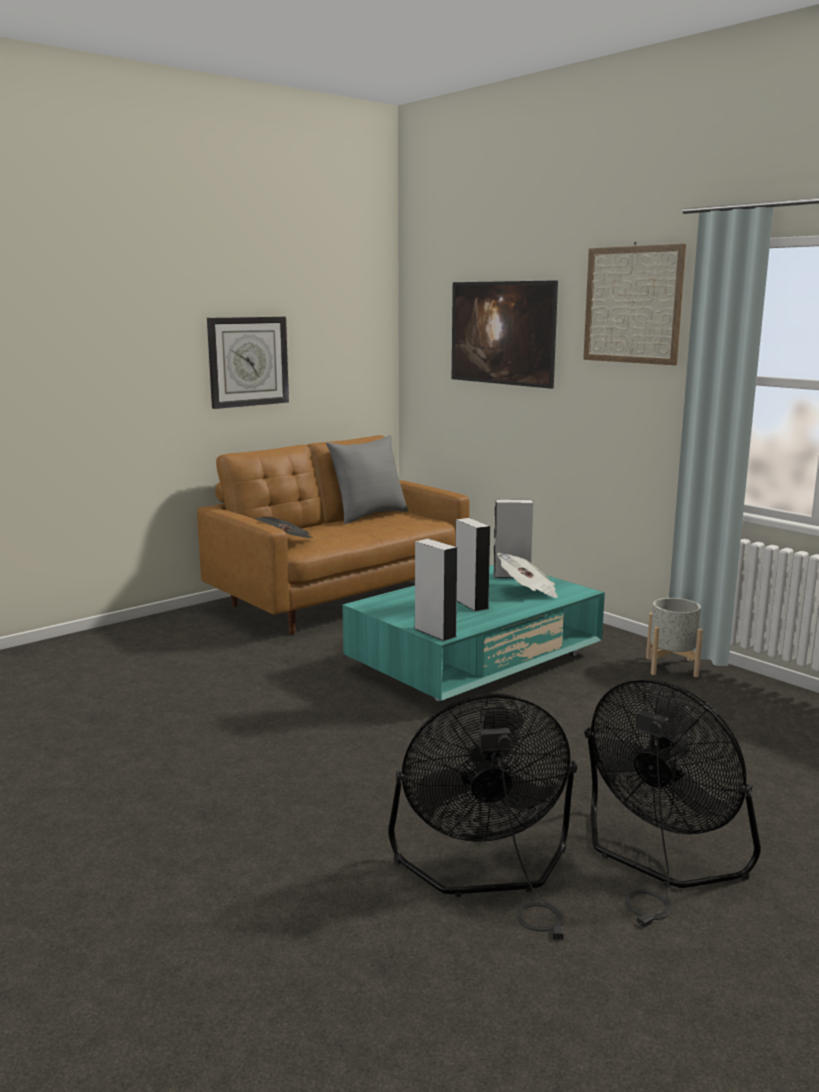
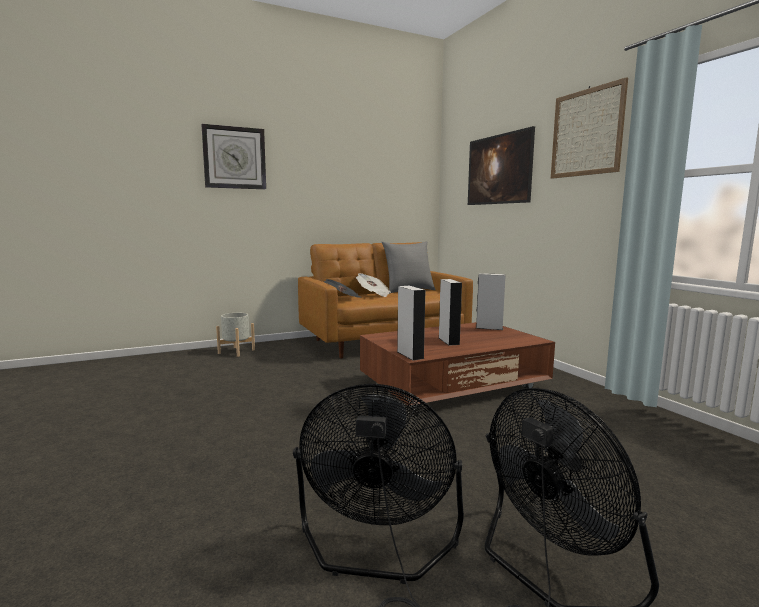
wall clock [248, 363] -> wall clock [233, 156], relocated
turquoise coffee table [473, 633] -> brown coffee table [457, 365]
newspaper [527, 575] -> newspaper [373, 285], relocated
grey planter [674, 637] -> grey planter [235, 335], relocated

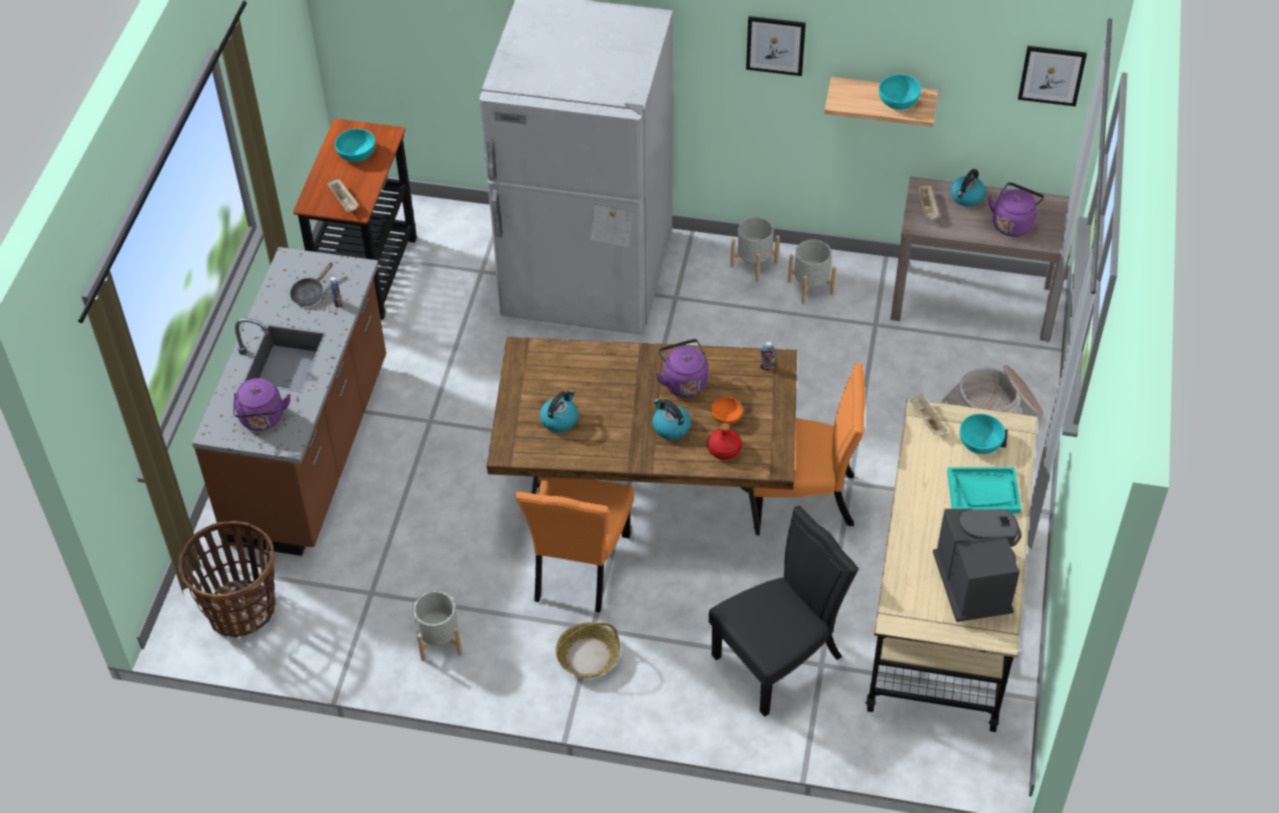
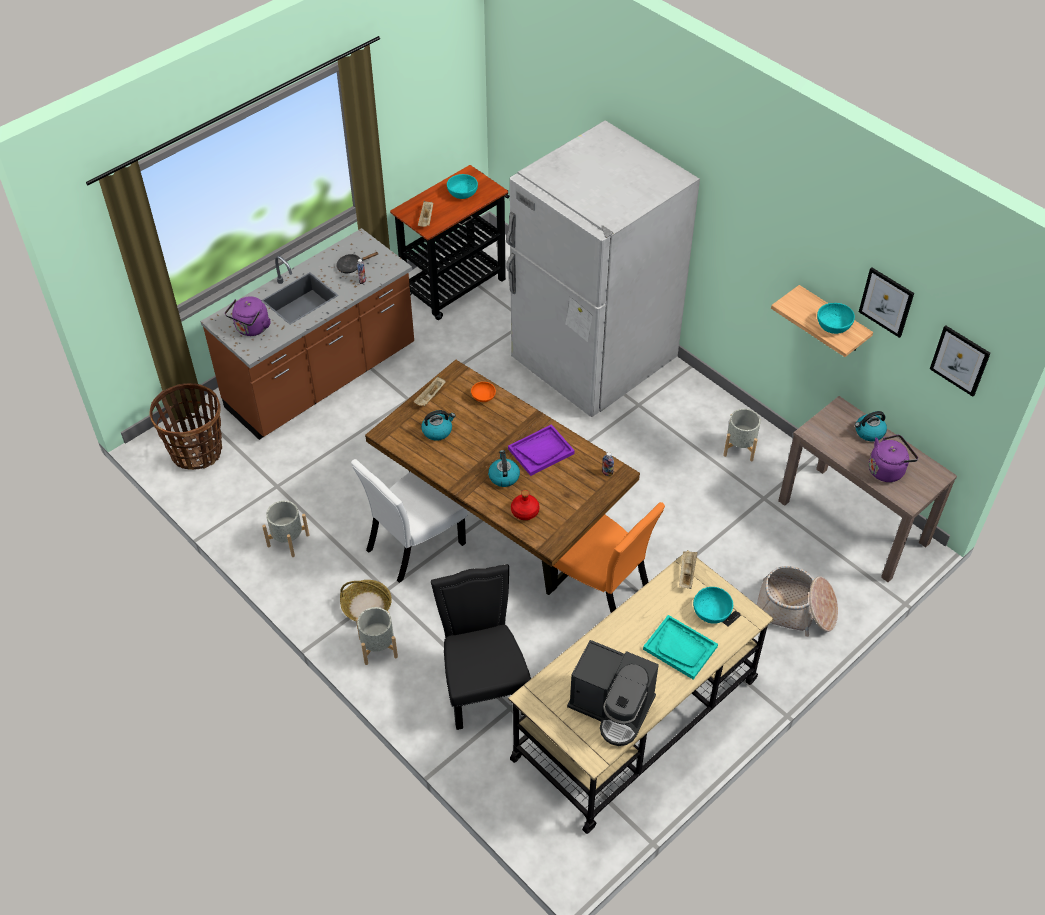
orange chair [574, 545] -> white chair [409, 521]
purple kettle [681, 368] -> purple tray [541, 450]
black chair [784, 611] -> black chair [481, 647], 105 degrees counterclockwise
orange bowl [727, 410] -> orange bowl [483, 392], relocated
grey planter [755, 249] -> grey planter [377, 636], relocated
picture [776, 46] -> picture [886, 302], relocated
beige tray [928, 202] -> beige tray [430, 391], relocated
coffee machine [977, 565] -> coffee machine [613, 693], 90 degrees clockwise

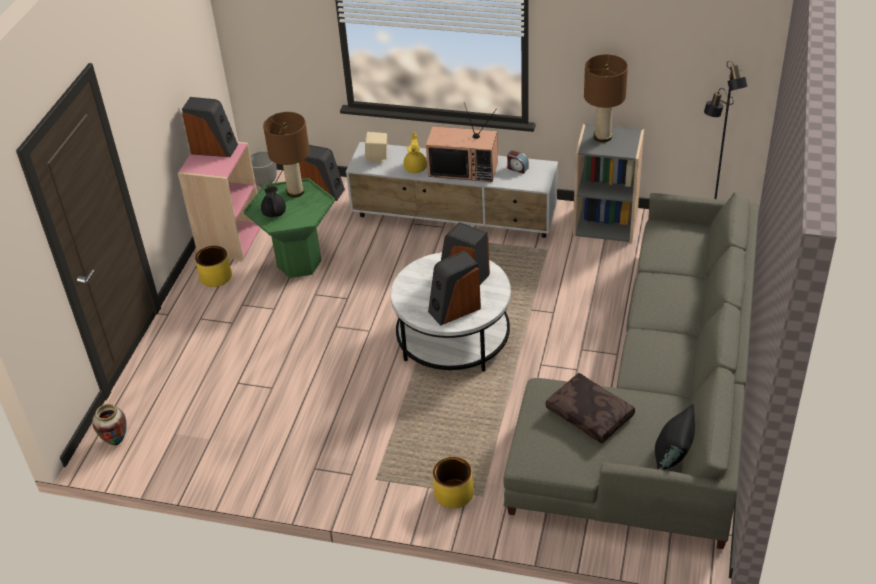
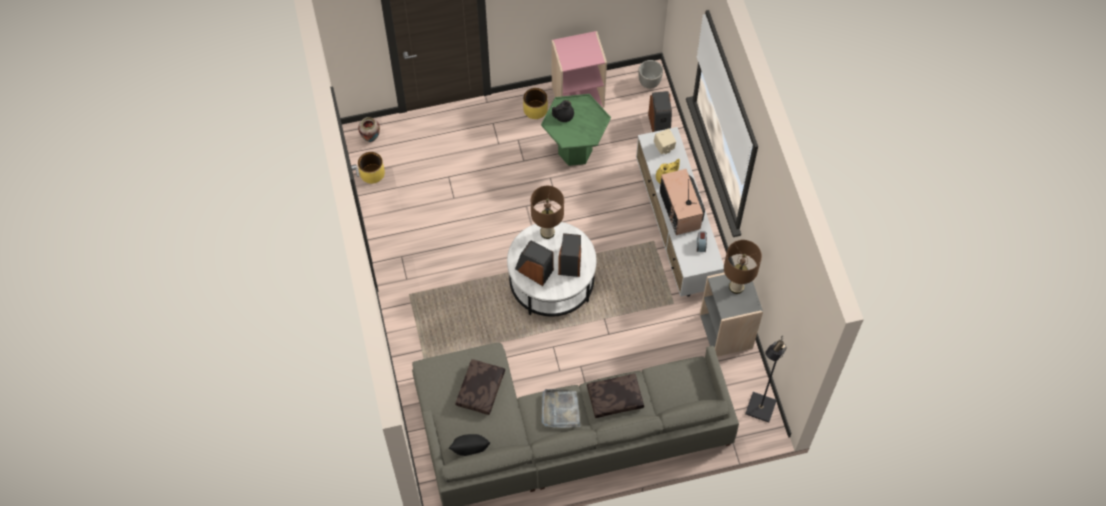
speaker [210, 127] -> none
brown table lamp [286, 155] -> brown table lamp [547, 212], relocated
yellow planter [453, 483] -> yellow planter [371, 168], relocated
none -> grey tray [561, 408]
none -> brown pillow [615, 395]

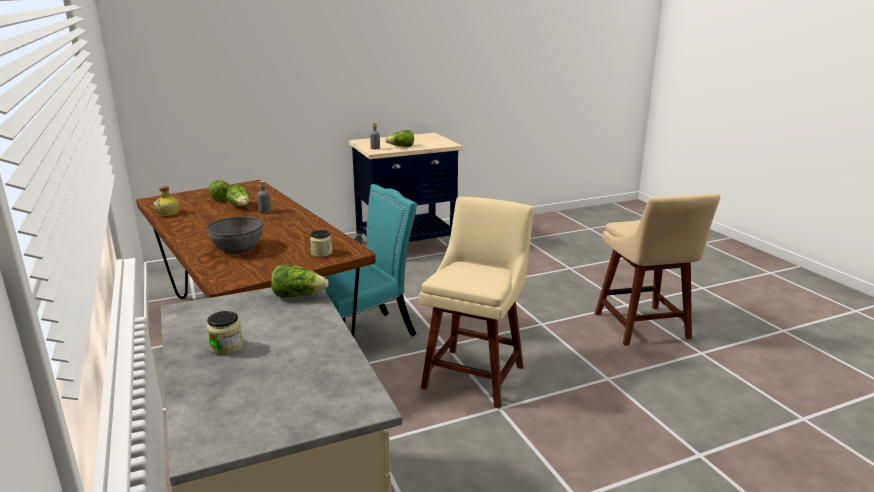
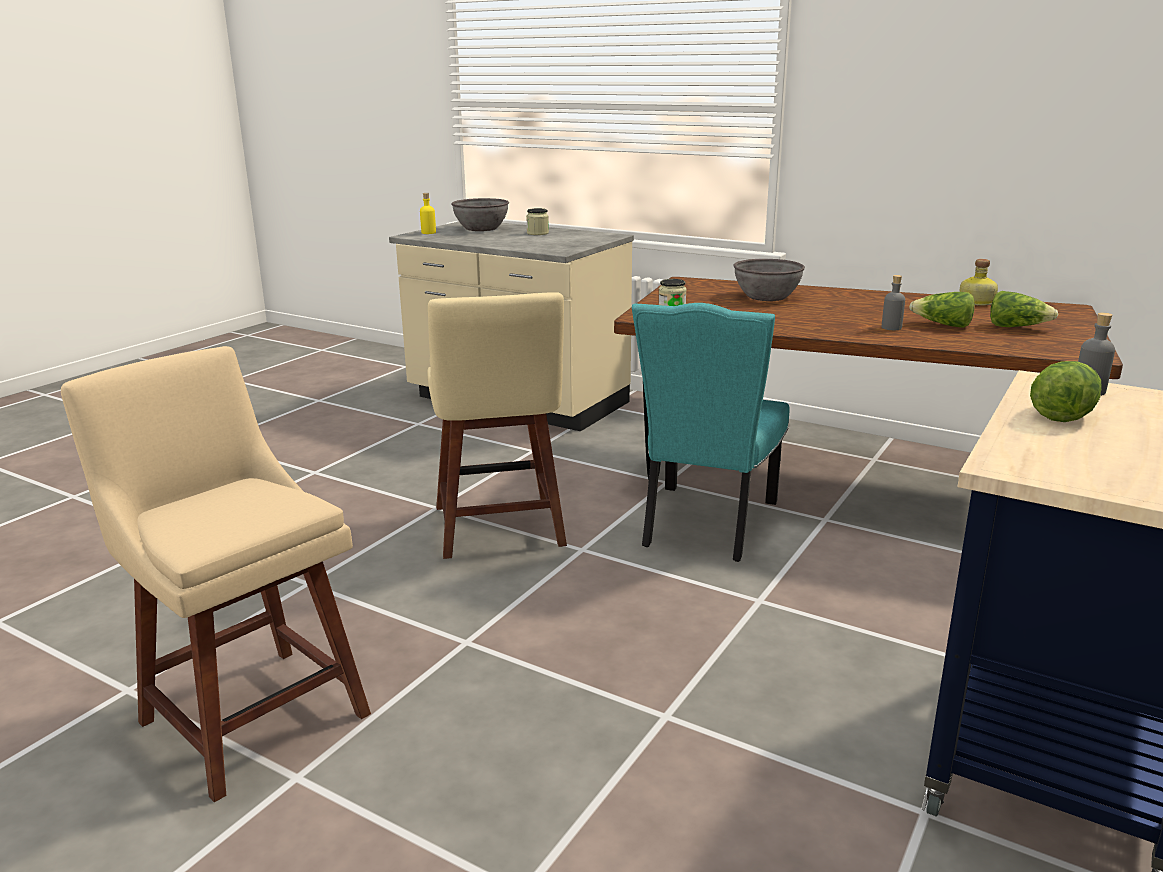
lettuce [300, 281] -> none
none -> yellow bottle [428, 213]
none -> grey bowl [480, 214]

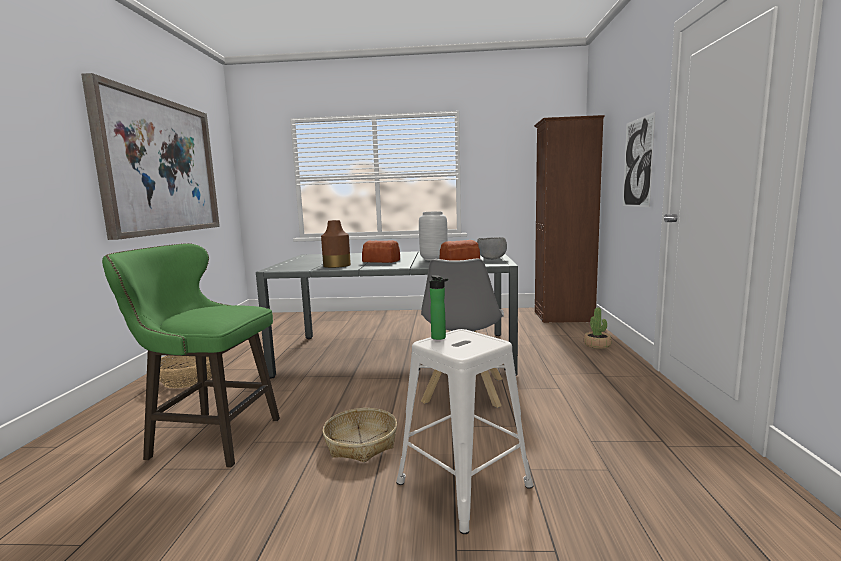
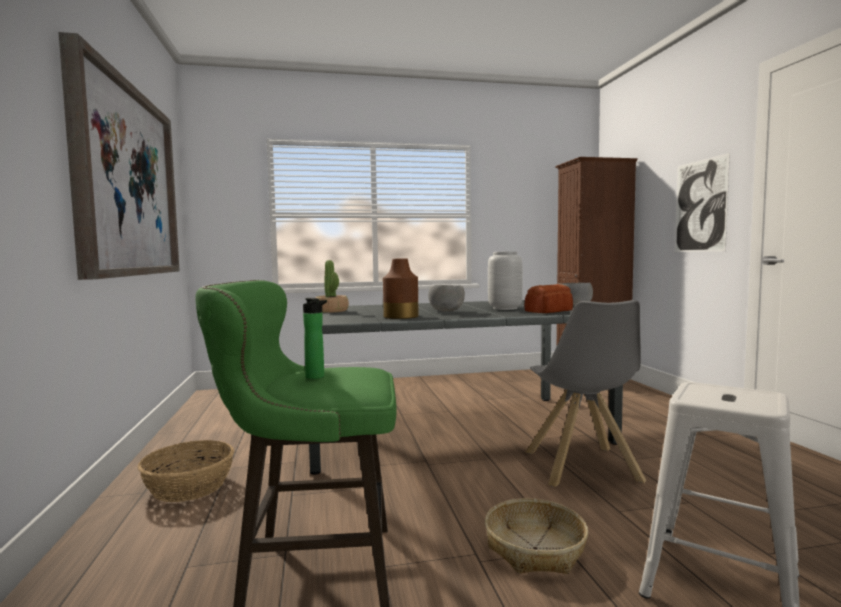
bread [381, 251] -> grey bowl [446, 298]
bottle [439, 307] -> bottle [315, 338], relocated
potted plant [598, 328] -> potted plant [332, 286], relocated

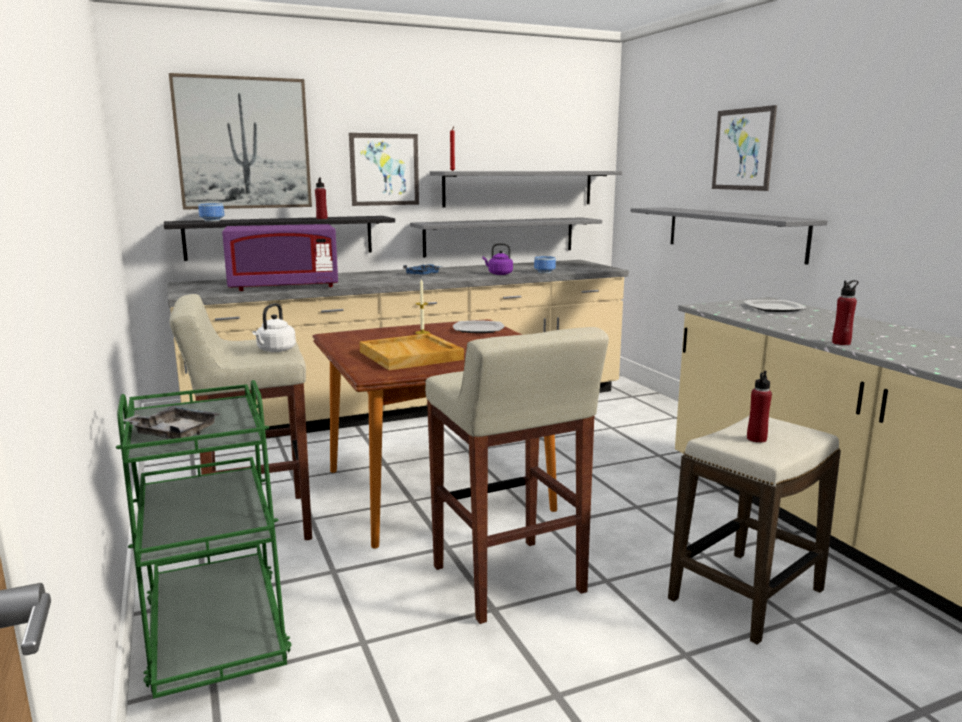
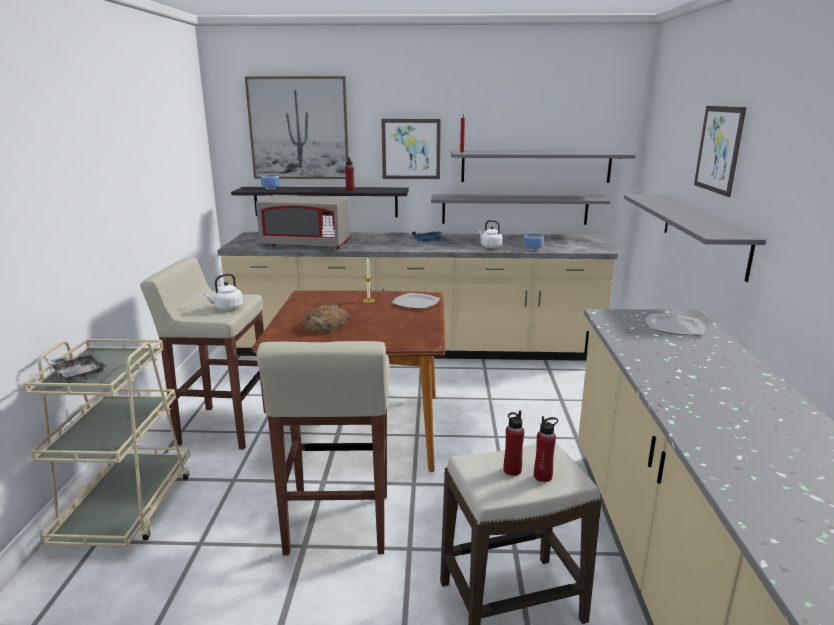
green cart [204, 539] -> beige cart [106, 443]
purple microwave [280, 257] -> grey microwave [303, 222]
beige tray [411, 351] -> bread [325, 318]
purple kettle [497, 259] -> white kettle [490, 234]
red bottle [845, 312] -> red bottle [546, 449], relocated

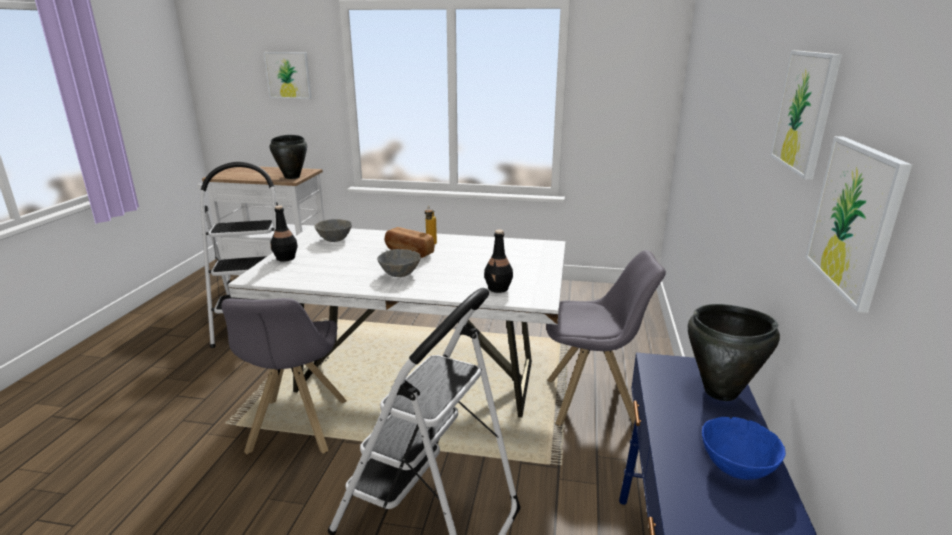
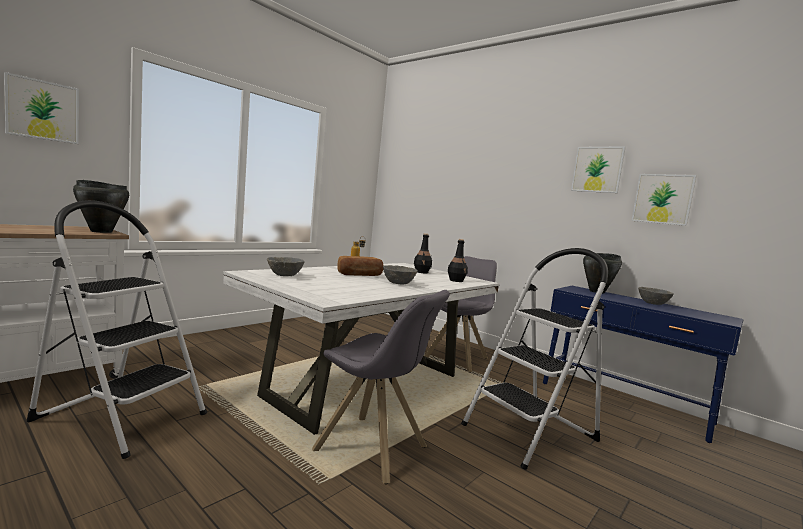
black bottle [284, 233] -> black bottle [423, 253], relocated
blue bowl [744, 448] -> grey bowl [656, 296]

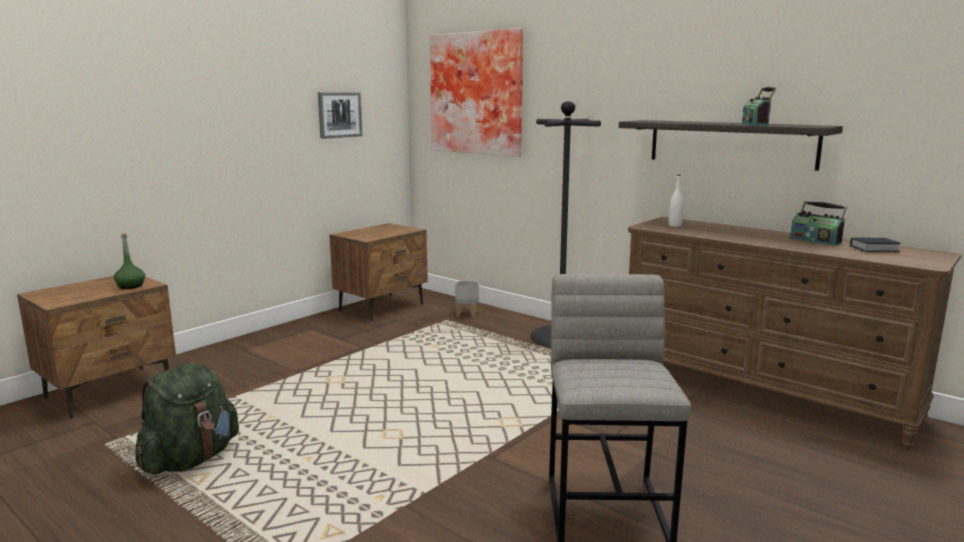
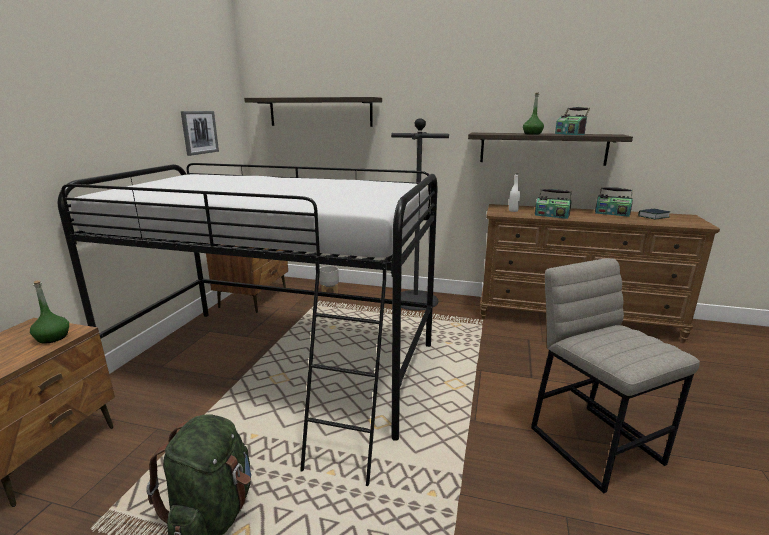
picture [476, 92] -> shelf [313, 112]
none -> black bed [247, 324]
none -> green bottle [533, 114]
none -> radio [553, 204]

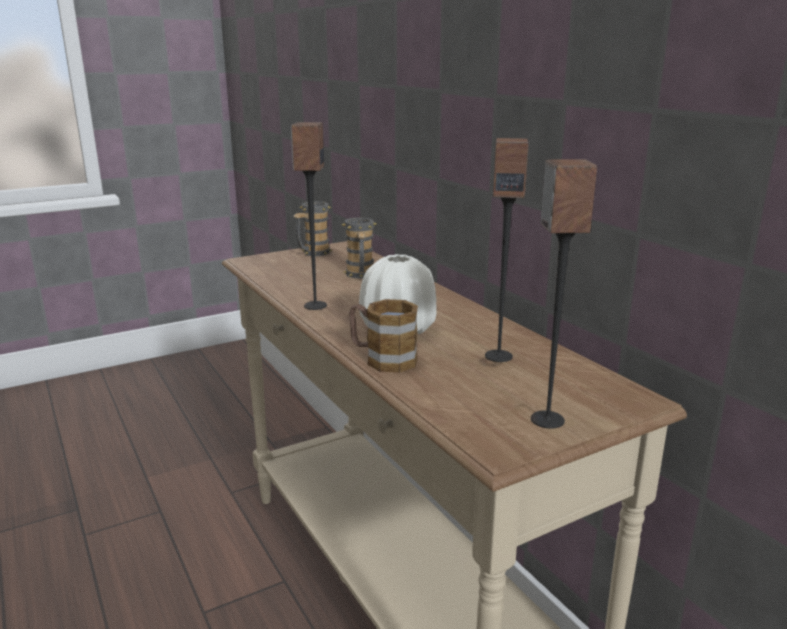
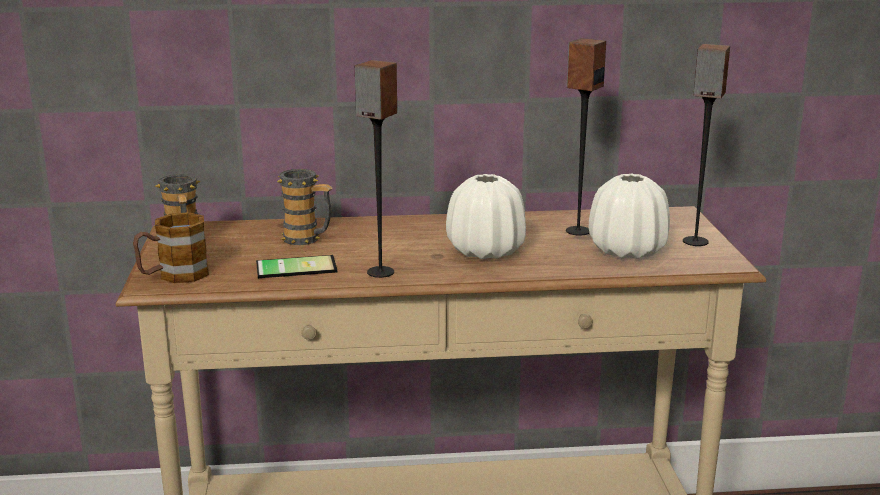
mug [383, 336] -> mug [171, 247], relocated
none -> phone [296, 266]
none -> white vase [629, 216]

